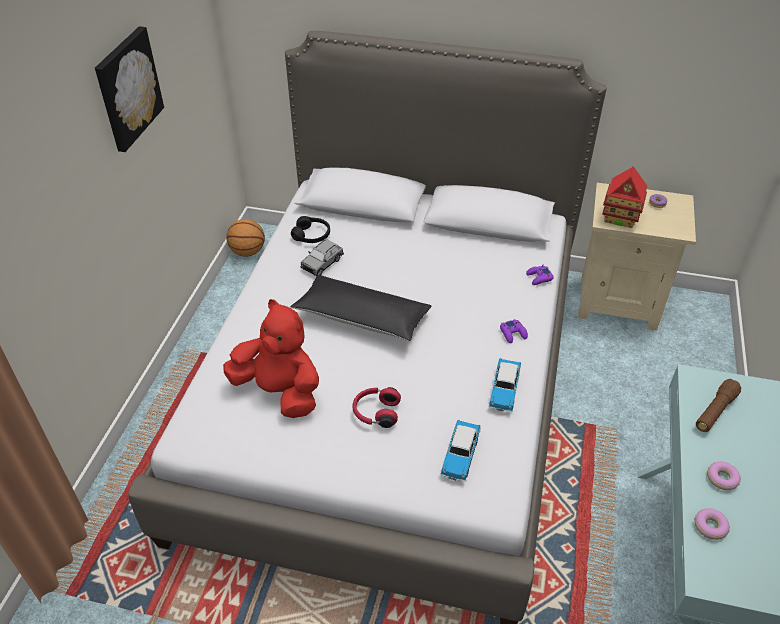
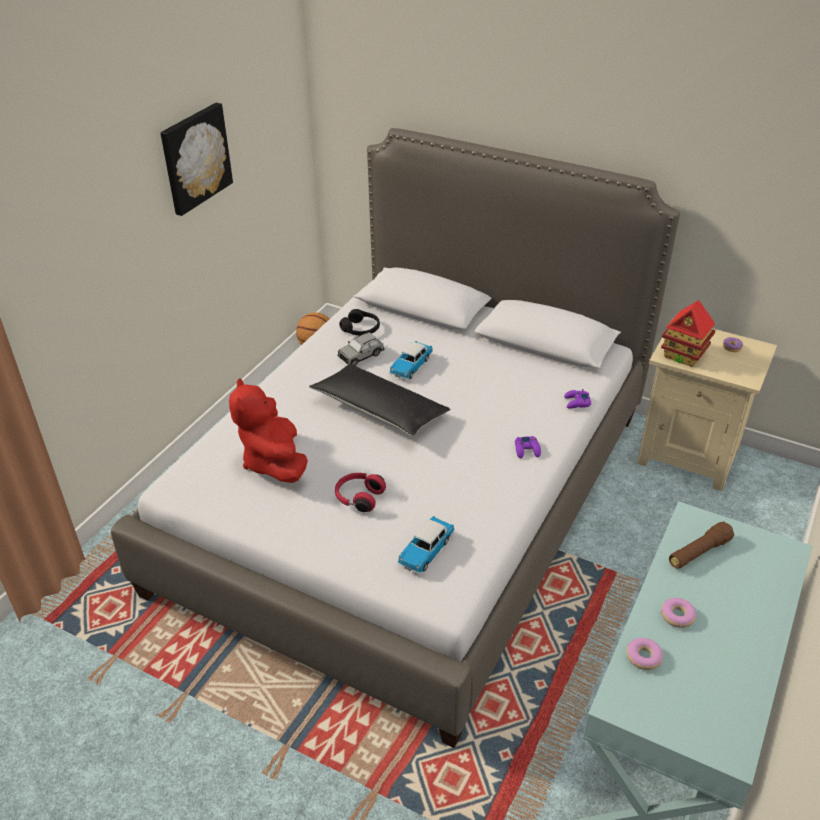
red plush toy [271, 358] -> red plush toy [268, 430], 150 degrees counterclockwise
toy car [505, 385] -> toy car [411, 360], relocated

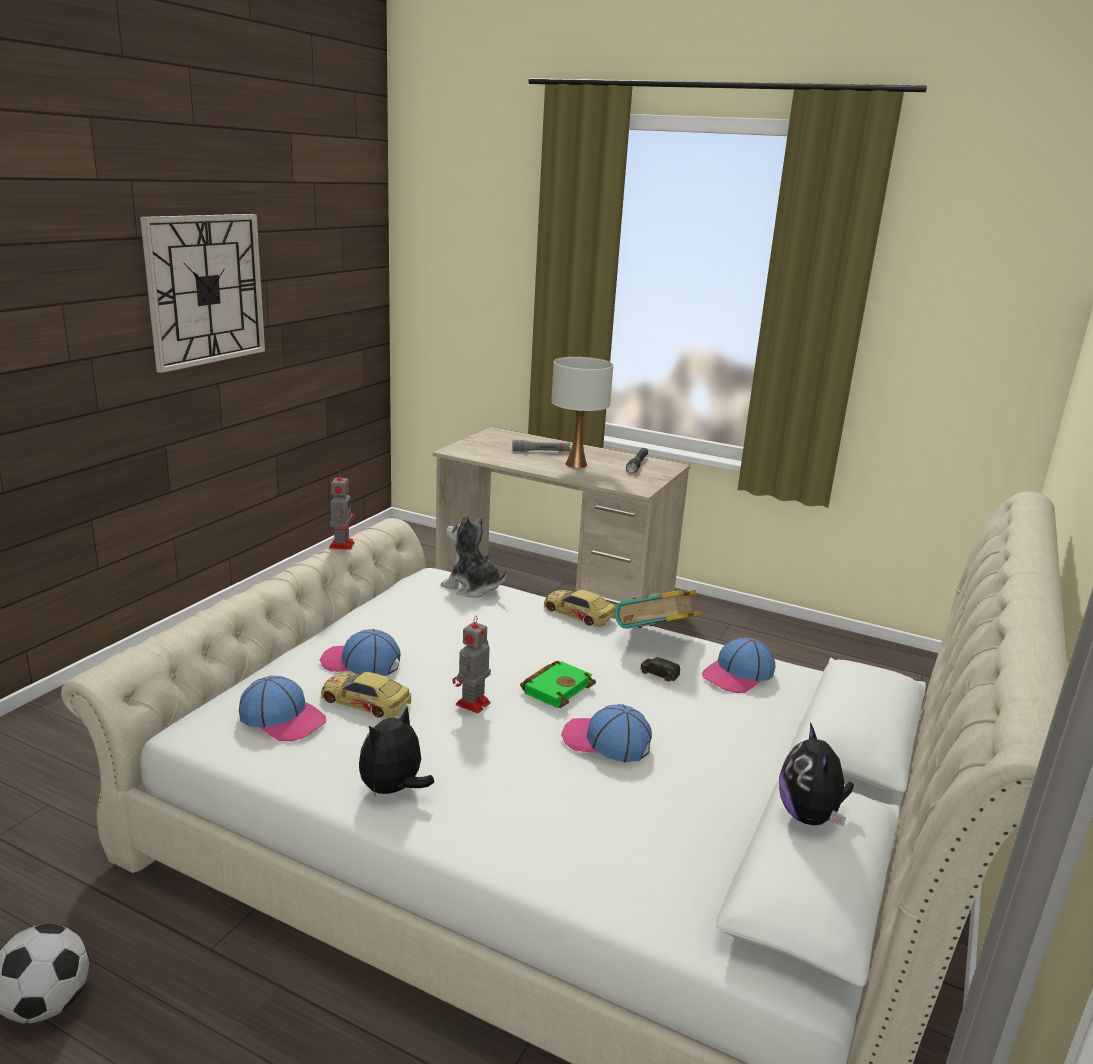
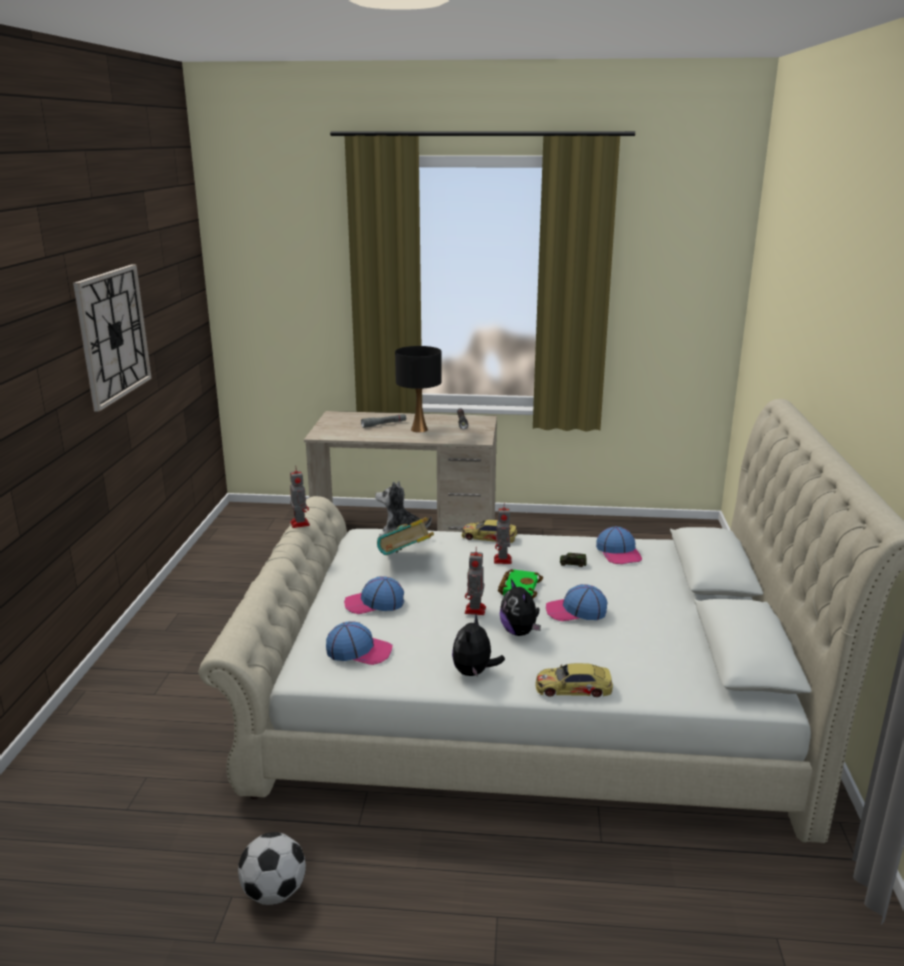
toy car [366, 694] -> toy car [574, 680], relocated
white table lamp [582, 412] -> black table lamp [418, 389]
book [658, 609] -> book [405, 536], relocated
cap [739, 665] -> cap [619, 545], 45 degrees counterclockwise
plush toy [816, 774] -> plush toy [520, 607], relocated
none -> toy robot [503, 535]

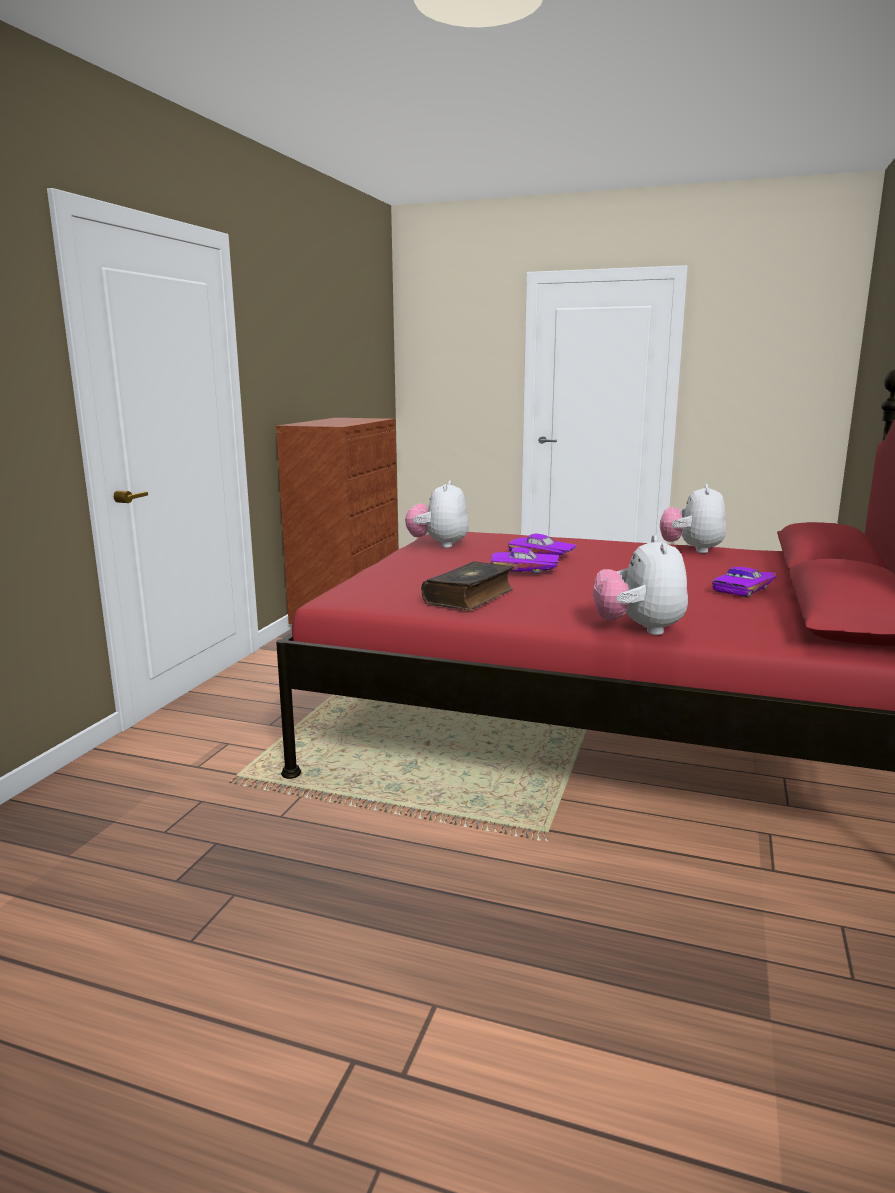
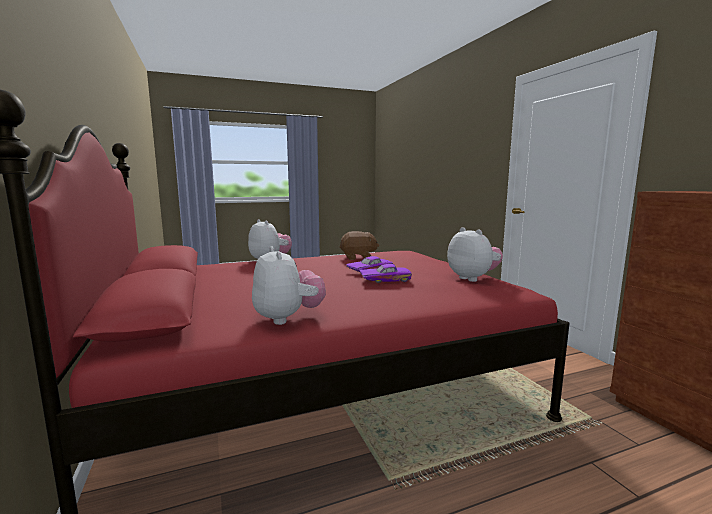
book [467, 585] -> brown plush toy [359, 245]
purple toy car [744, 582] -> none

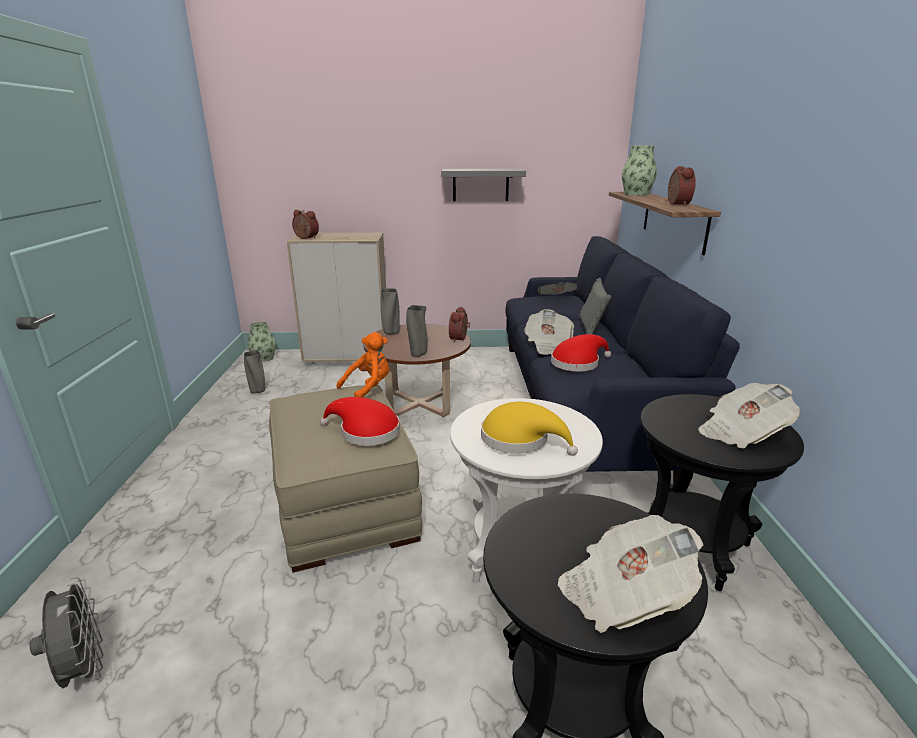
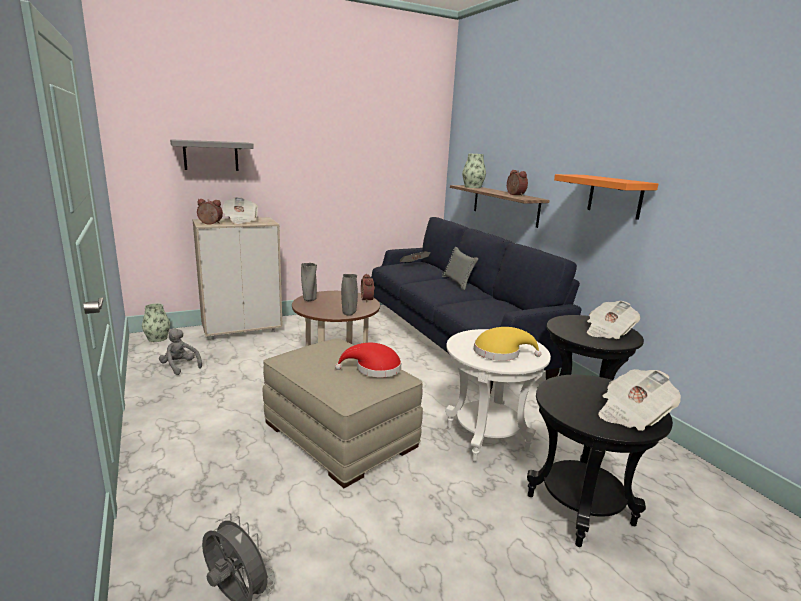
grey vase [254, 372] -> grey plush toy [180, 351]
orange plush toy [363, 364] -> none
grey shelf [483, 185] -> grey shelf [212, 155], relocated
newspaper [549, 332] -> newspaper [240, 210], relocated
red hat [581, 353] -> none
none -> orange shelf [606, 197]

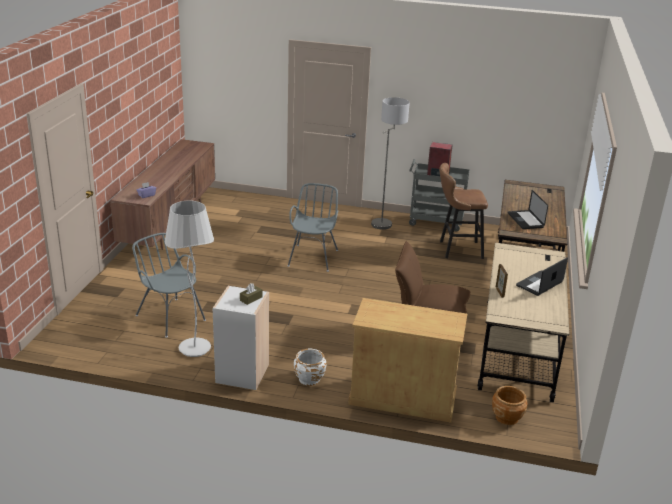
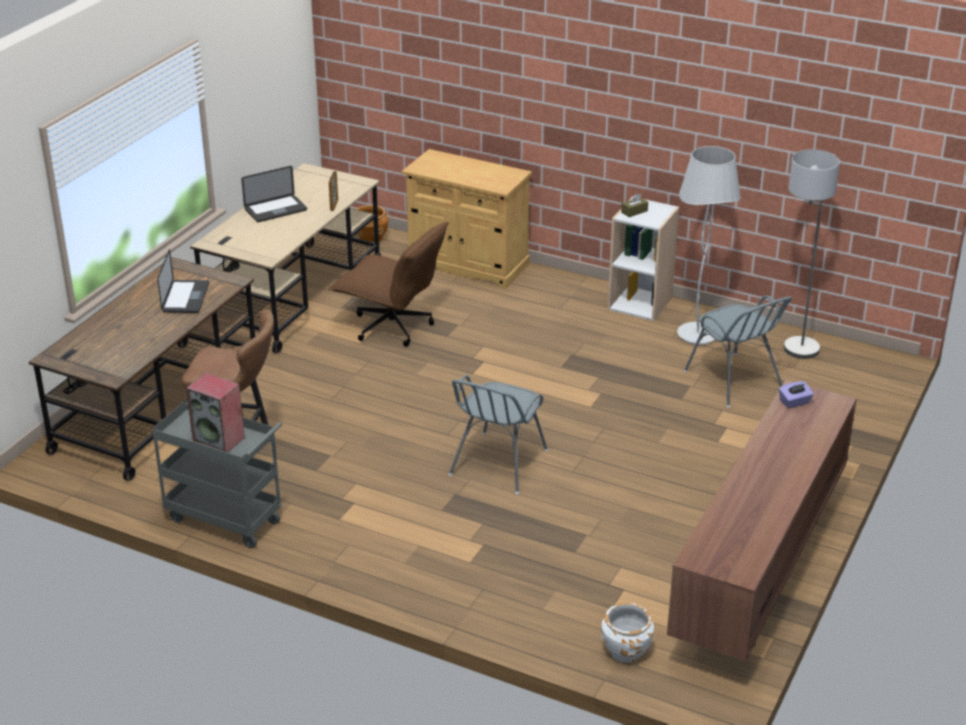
white planter [310, 367] -> white planter [627, 632], relocated
grey floor lamp [390, 163] -> grey floor lamp [812, 254], relocated

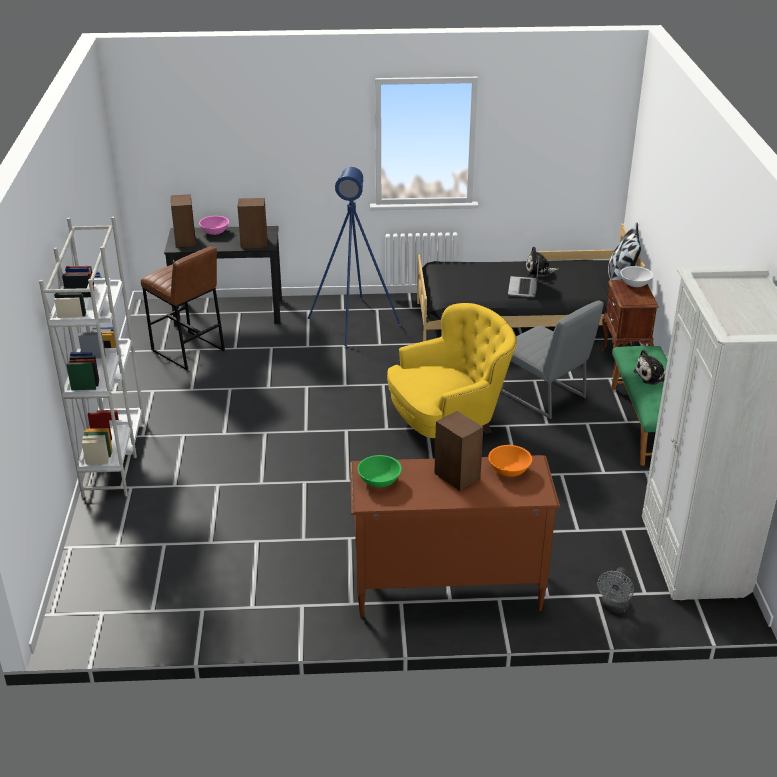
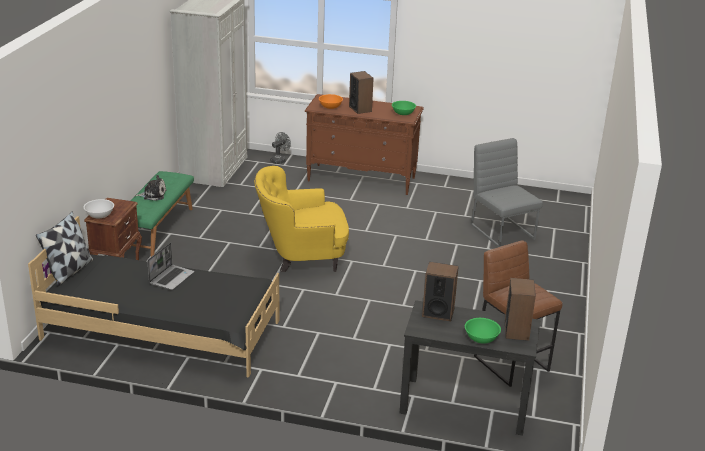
white bookcase [92, 357] -> none
pink bowl [214, 225] -> green bowl [483, 331]
blue floor lamp [354, 256] -> none
grey chair [552, 360] -> grey chair [506, 192], relocated
plush toy [542, 261] -> none

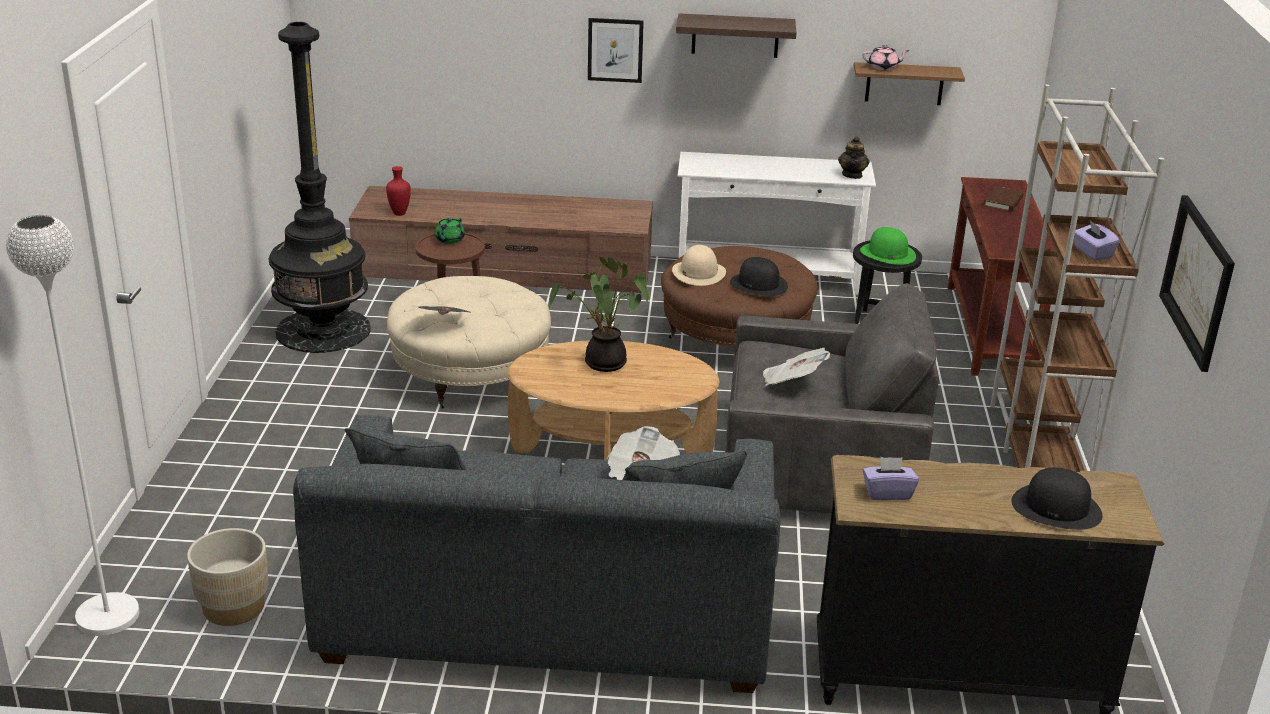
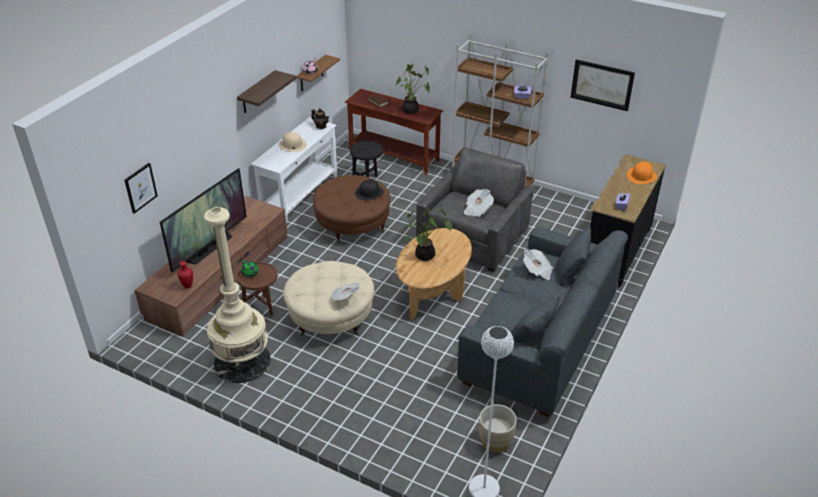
black floor lamp [320, 187] -> beige floor lamp [237, 295]
picture [616, 50] -> picture [141, 188], relocated
beige hat [699, 265] -> beige hat [293, 142], relocated
green hat [888, 246] -> none
black hat [1057, 498] -> orange hat [642, 173]
none -> television [203, 220]
none -> potted plant [413, 89]

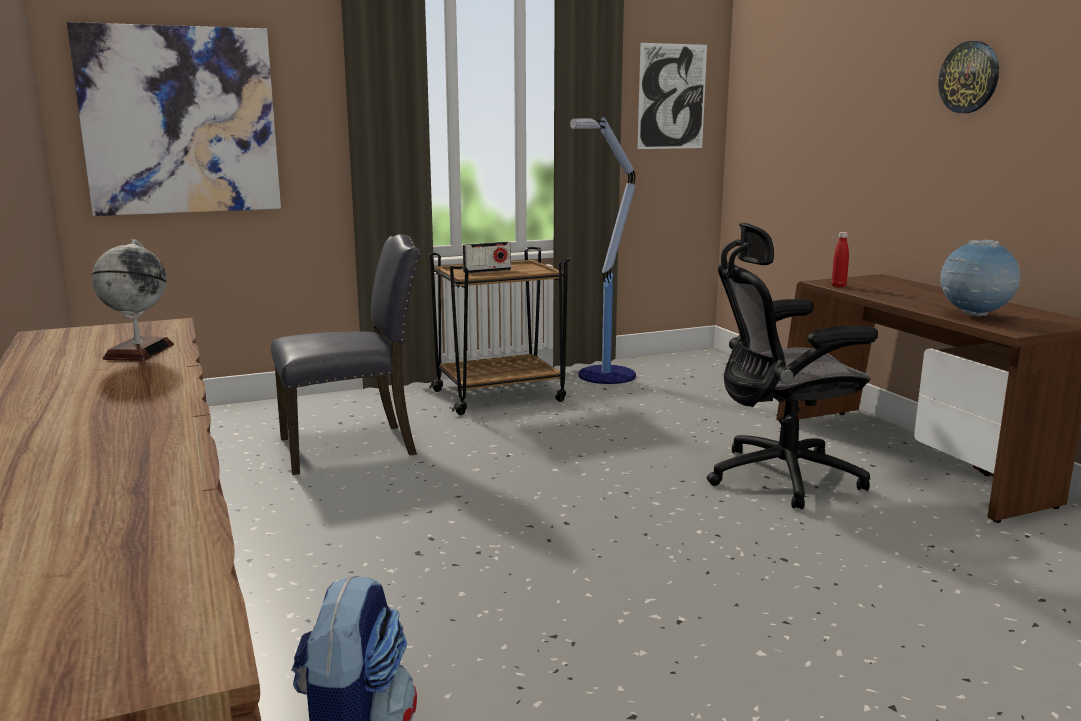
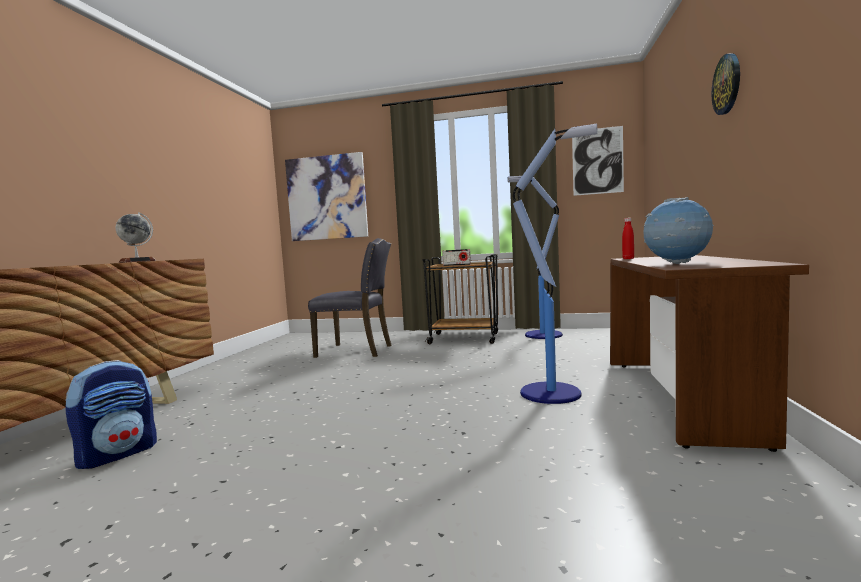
office chair [792, 366] -> floor lamp [555, 264]

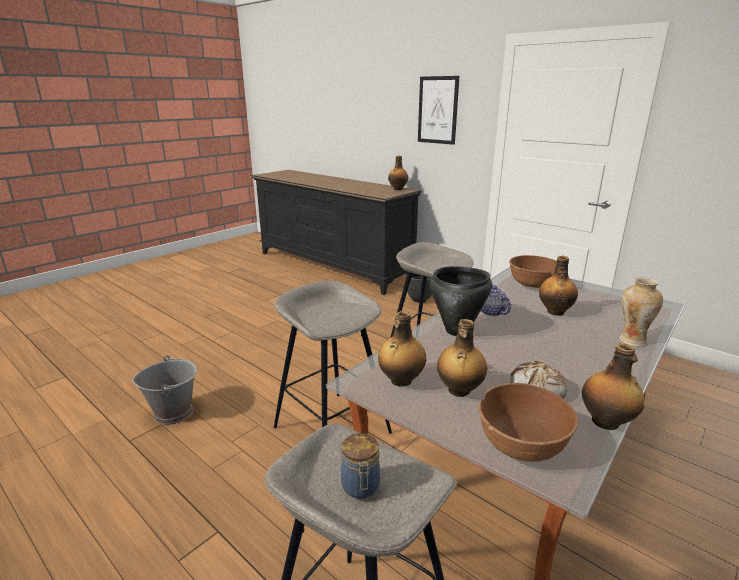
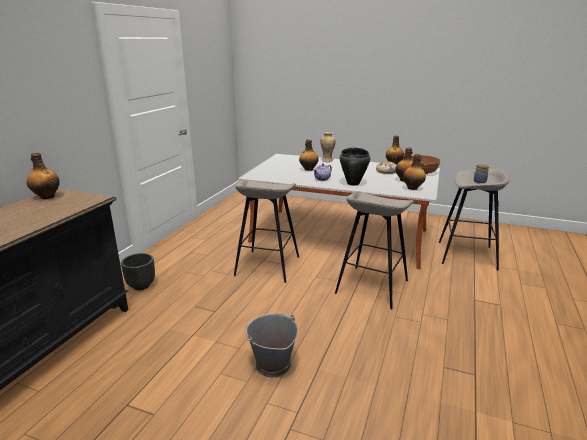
grey bucket [164, 390] -> grey bucket [271, 345], relocated
picture [438, 110] -> none
brown bowl [533, 271] -> none

